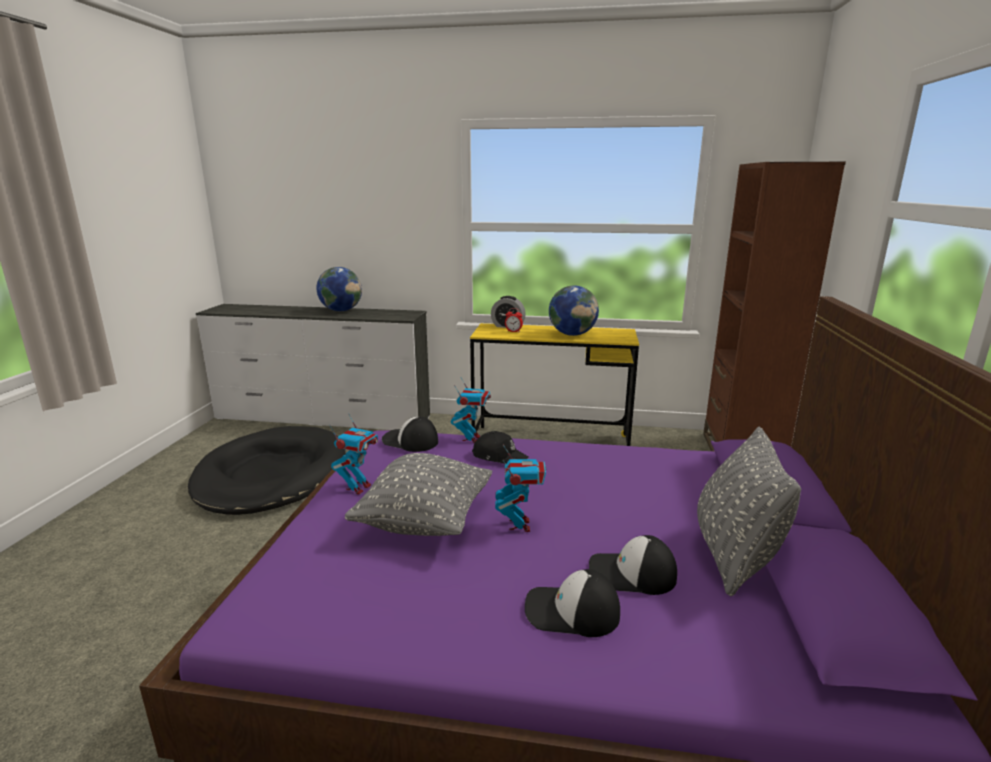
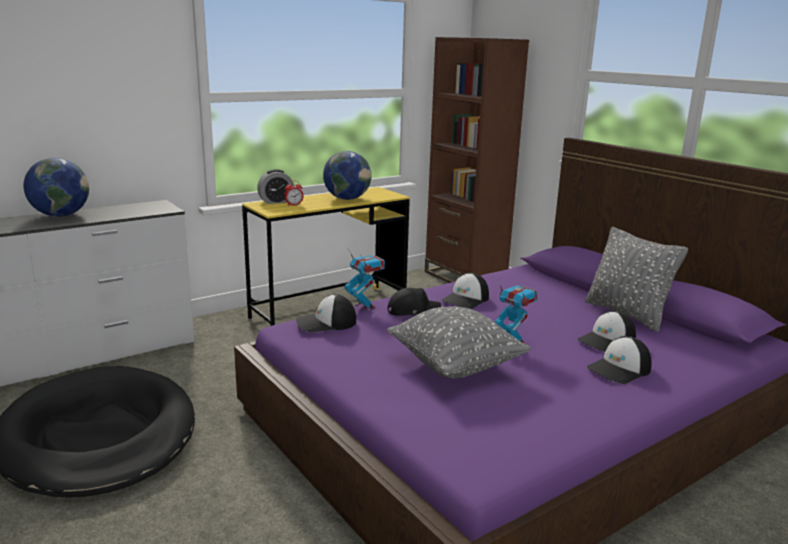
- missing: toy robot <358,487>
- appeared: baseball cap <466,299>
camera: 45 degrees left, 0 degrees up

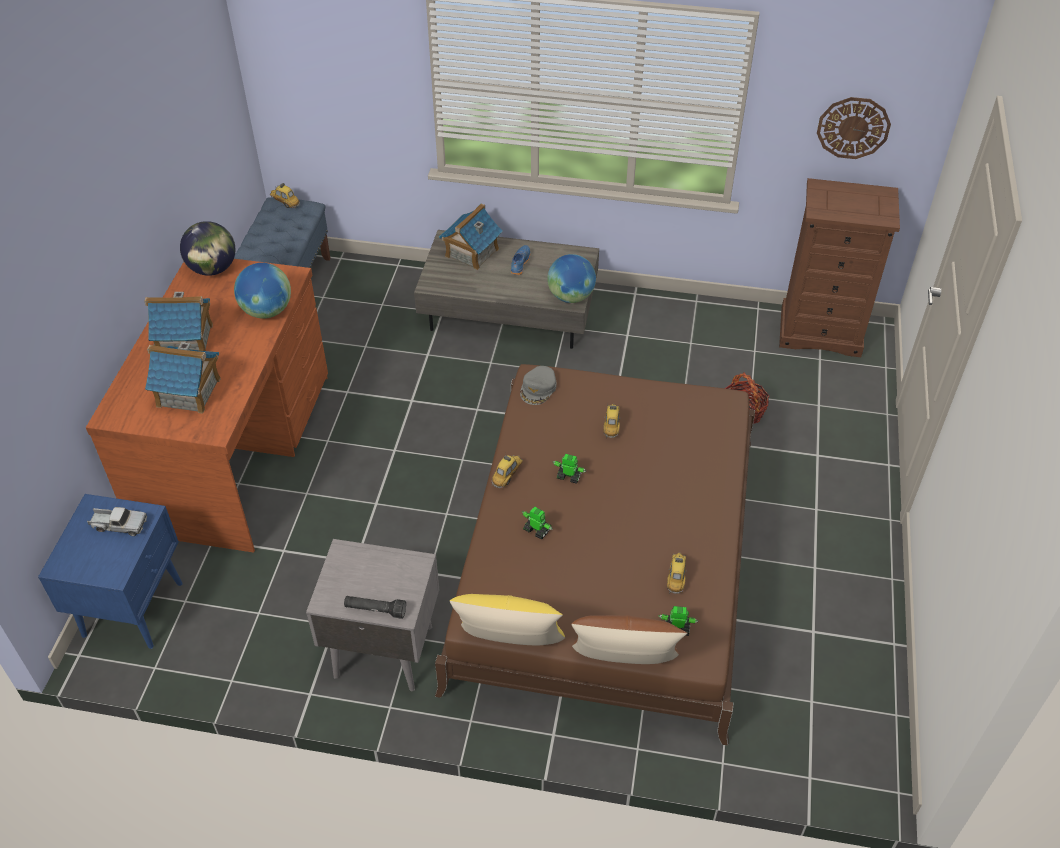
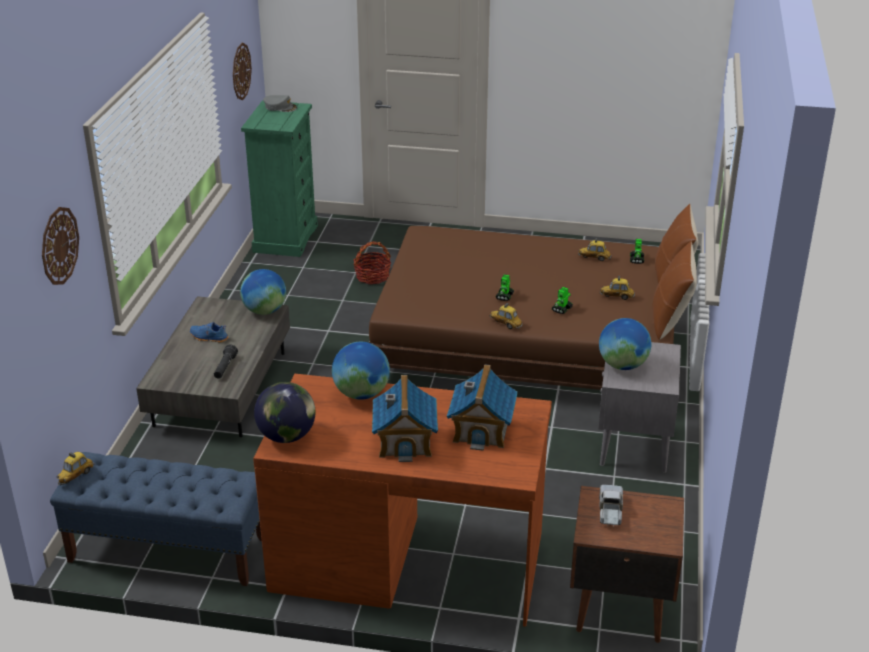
- colour: nightstand (bluish) <134,607> to nightstand (brownish) <618,608>
- relocated: hand torch (black) <375,610> to <225,368>
- missing: model house <471,253>
- colour: throw pillow (yellow) <510,645> to throw pillow (brownish) <670,320>
- relocated: baseball cap (grey) <538,388> to <280,107>
- relocated: miniature car <611,425> to <617,296>
- colour: dresser (brownish) <821,332> to dresser (greenish) <285,238>
- appeared: hanging clock <59,245>
- appeared: globe <622,365>
camera: 90 degrees left, 15 degrees down

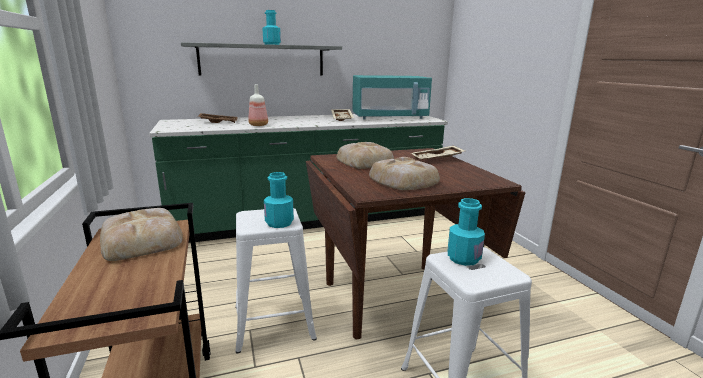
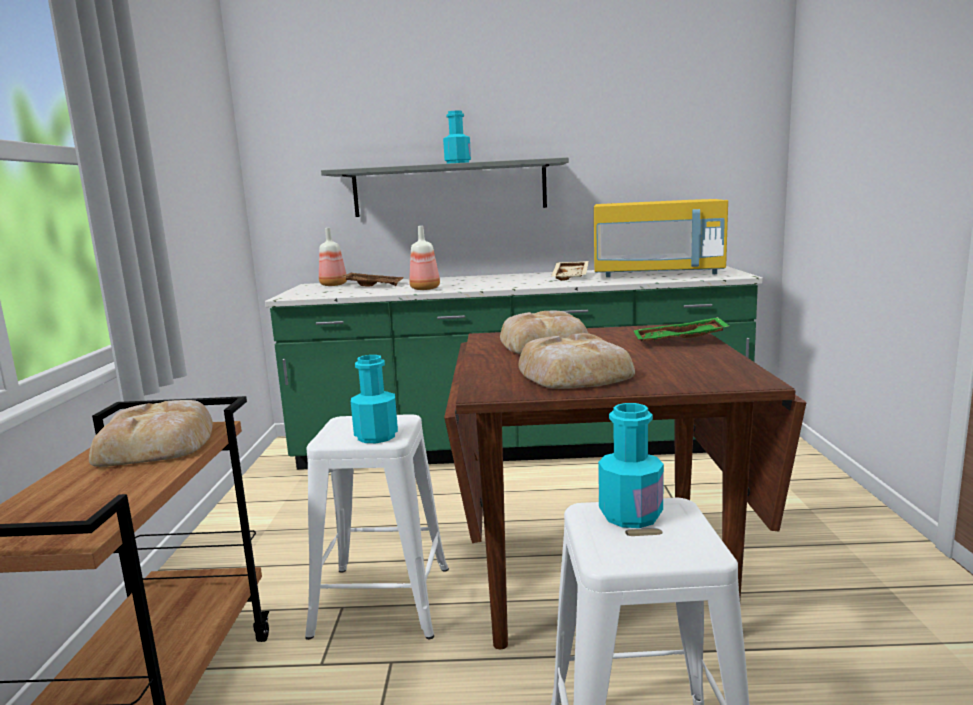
- colour: kitchen microwave (turquoise) <389,117> to kitchen microwave (yellow) <657,274>
- colour: tray (sand-coloured) <437,159> to tray (greenish) <679,341>
- appeared: drink bottle <333,285>
camera: 20 degrees right, 5 degrees down

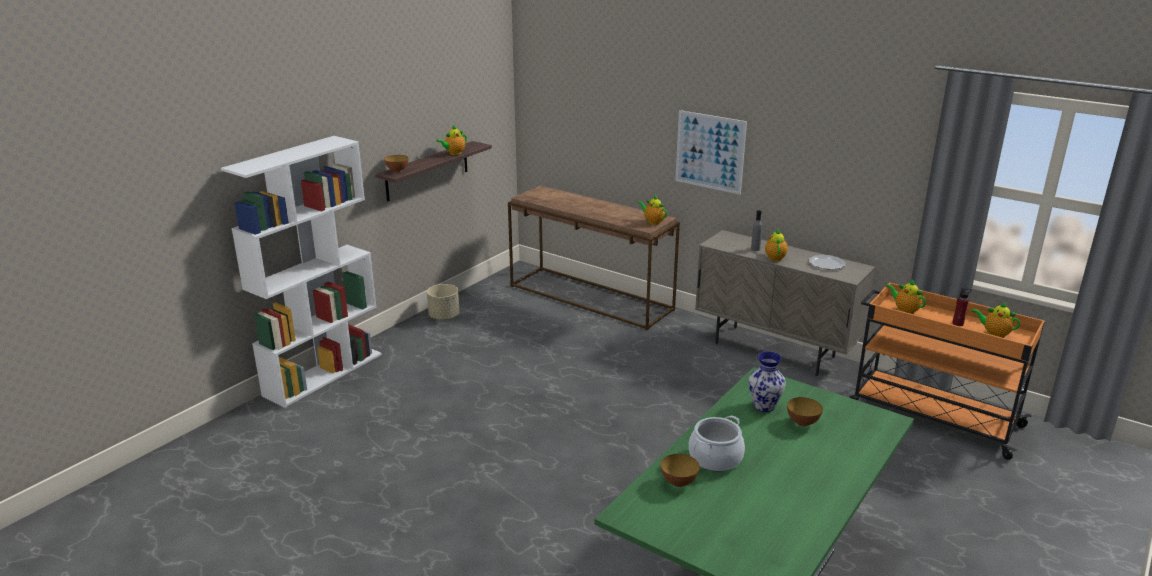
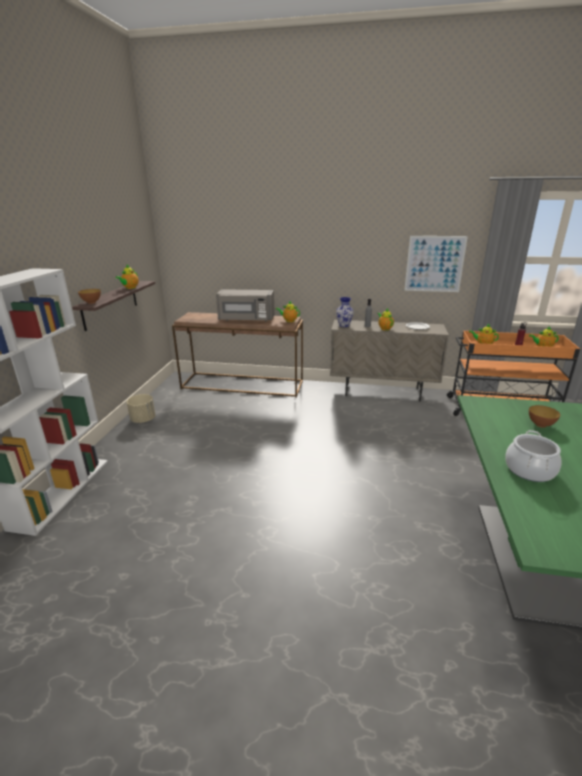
- missing: deep dish <679,482>
- relocated: picture <710,152> to <434,264>
- relocated: decorative vase <764,406> to <344,325>
- appeared: kitchen microwave (grey) <246,319>
camera: 25 degrees left, 0 degrees up

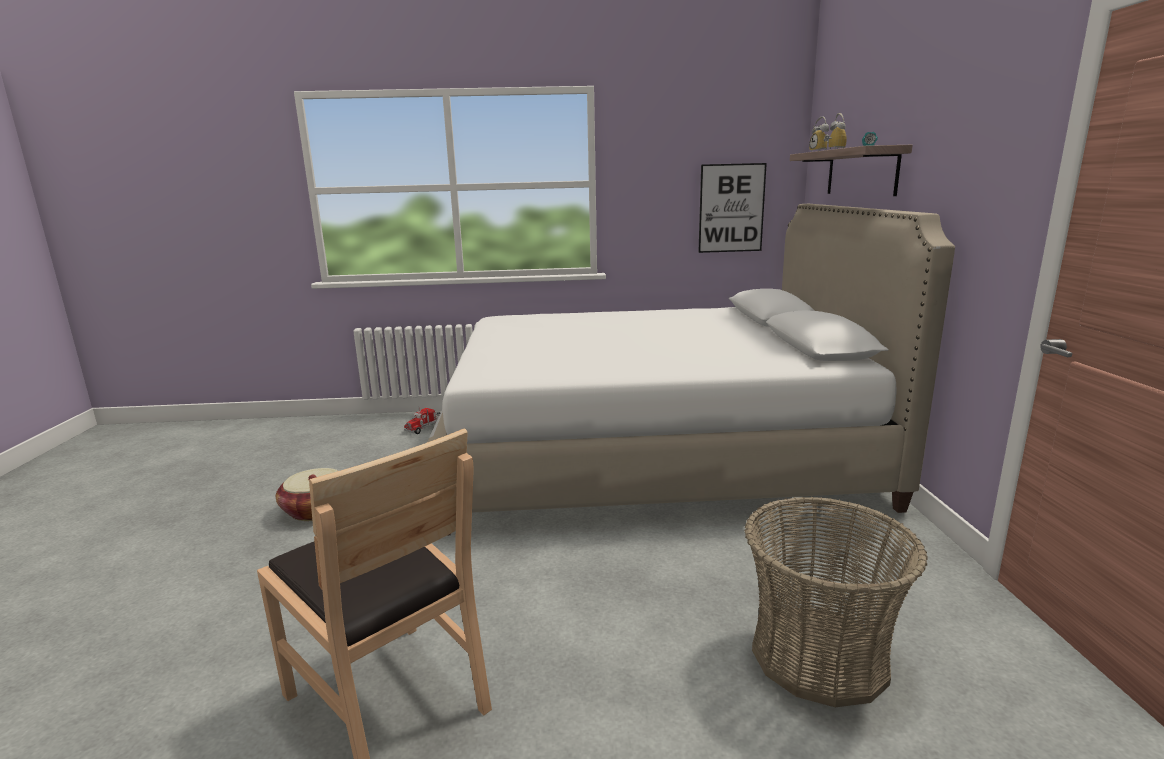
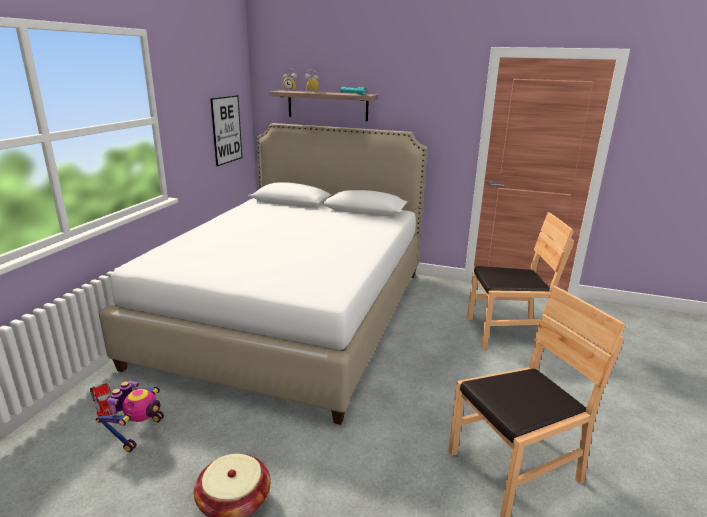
- exchanged: household basket <819,655> to chair (brownish) <507,332>
- appeared: toy robot <139,432>
camera: 70 degrees left, 5 degrees up

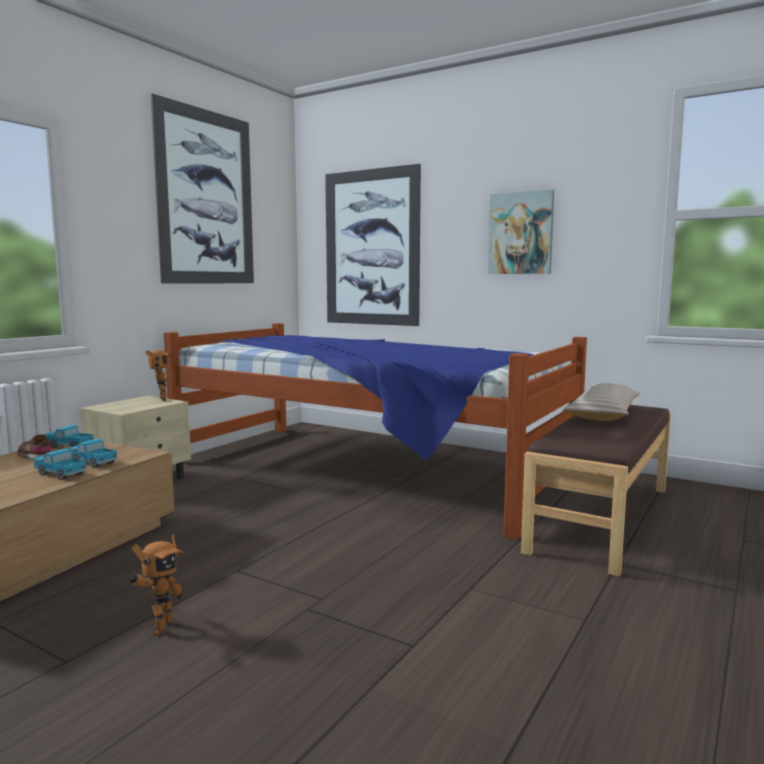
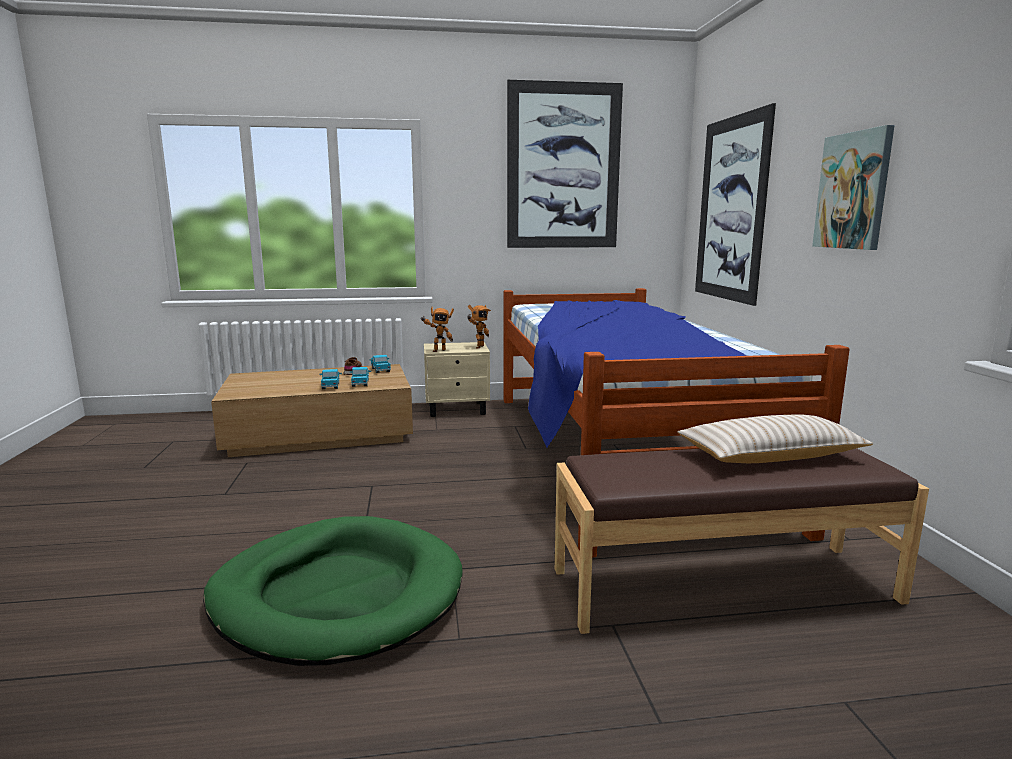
- relocated: toy robot <159,628> to <438,350>
- appeared: dog cushion (greenish) <337,595>
camera: 50 degrees right, 5 degrees up

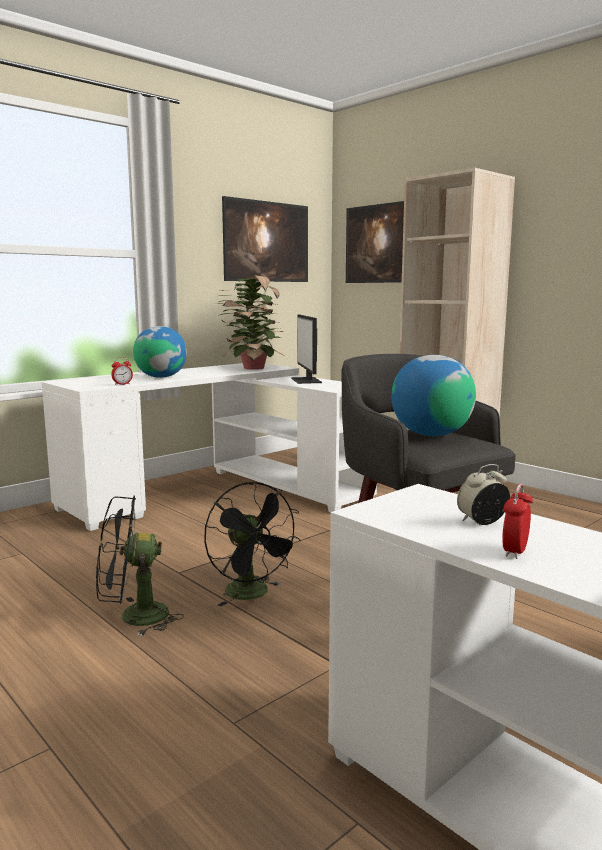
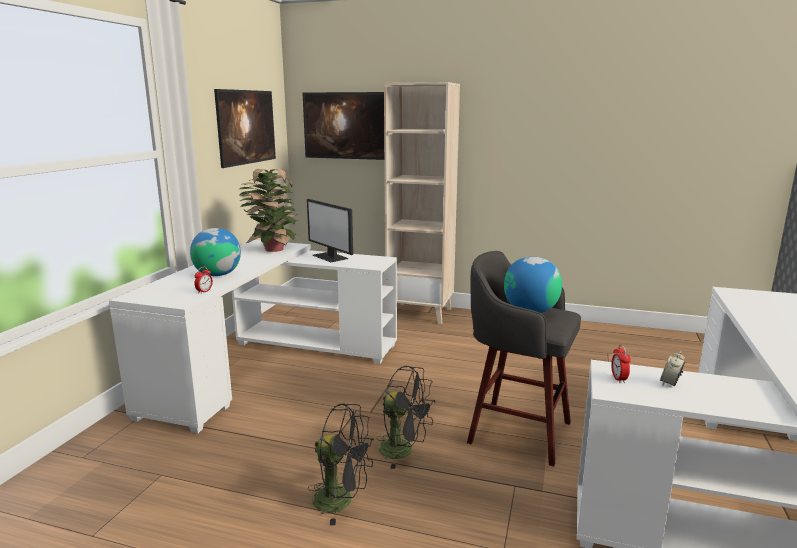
- spun: fan (black) <133,617> = <341,500> 120 degrees counterclockwise
- relocated: alarm clock <515,552> to <618,379>
camera: 30 degrees left, 5 degrees up

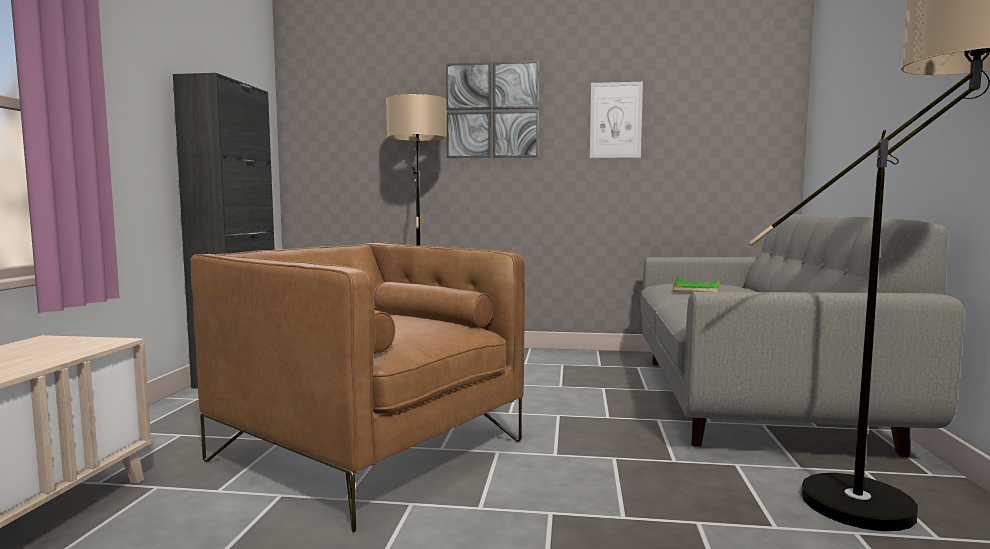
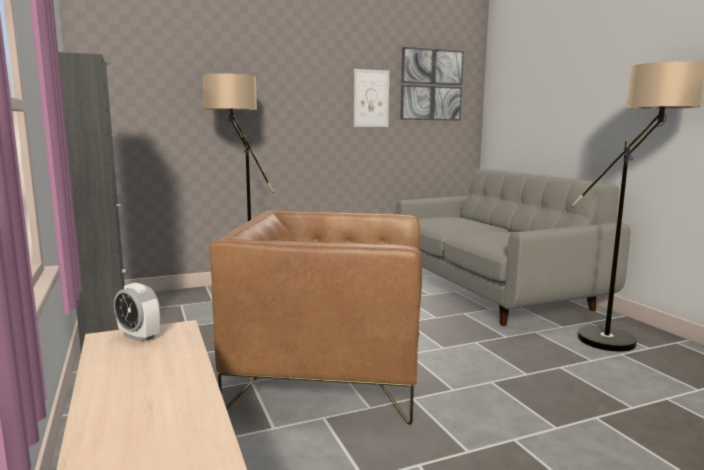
- relocated: picture <492,110> to <431,85>
- missing: tray (greenish) <696,288>
- appeared: alarm clock <139,336>
camera: 30 degrees left, 5 degrees up

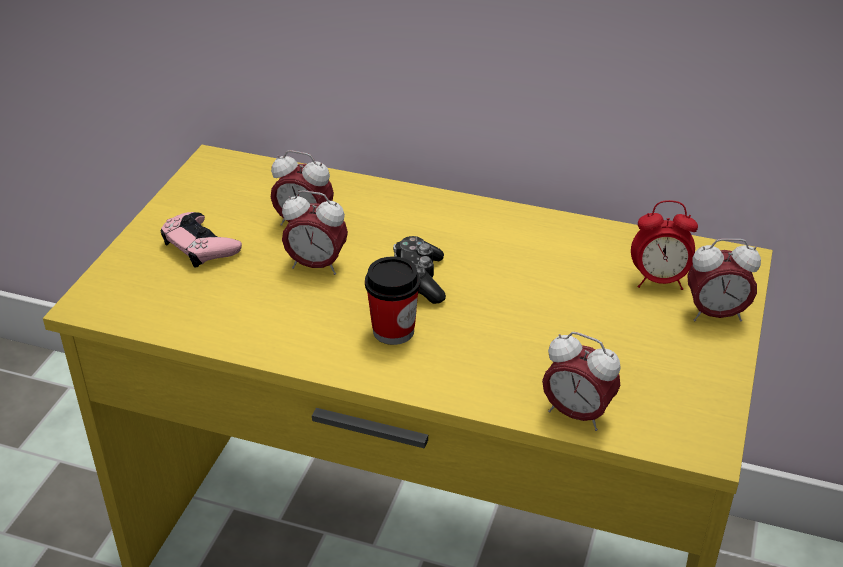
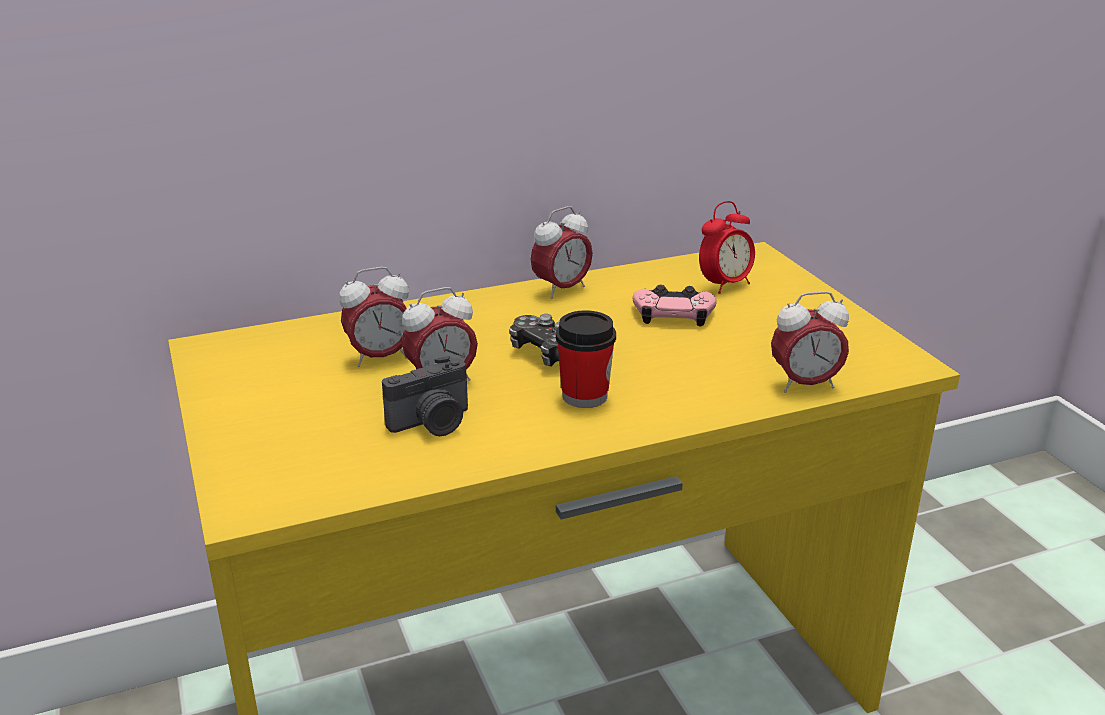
- relocated: gamepad (pinkish) <200,245> to <673,313>
- relocated: alarm clock <715,314> to <561,289>
- appeared: photo camera <433,423>
camera: 40 degrees left, 10 degrees down

